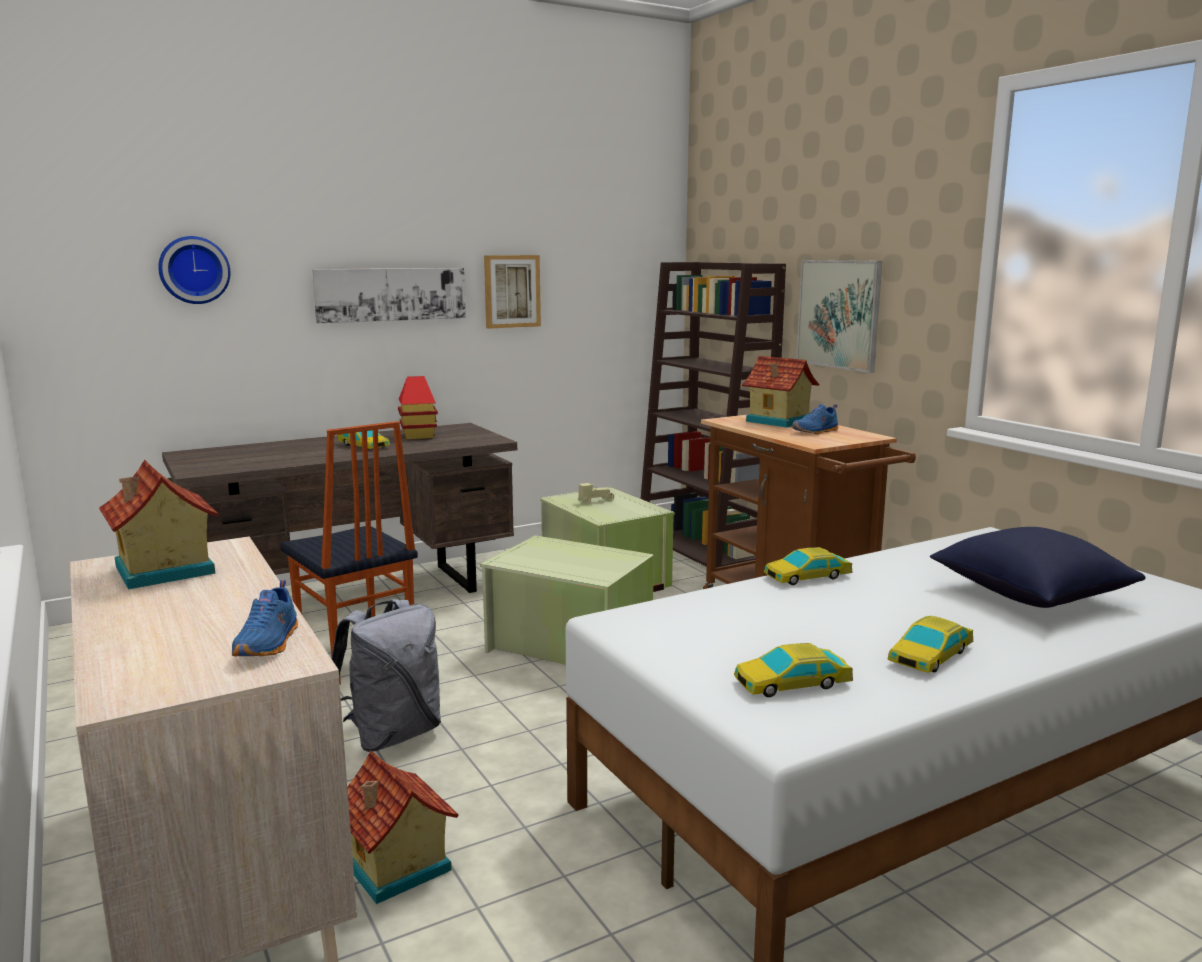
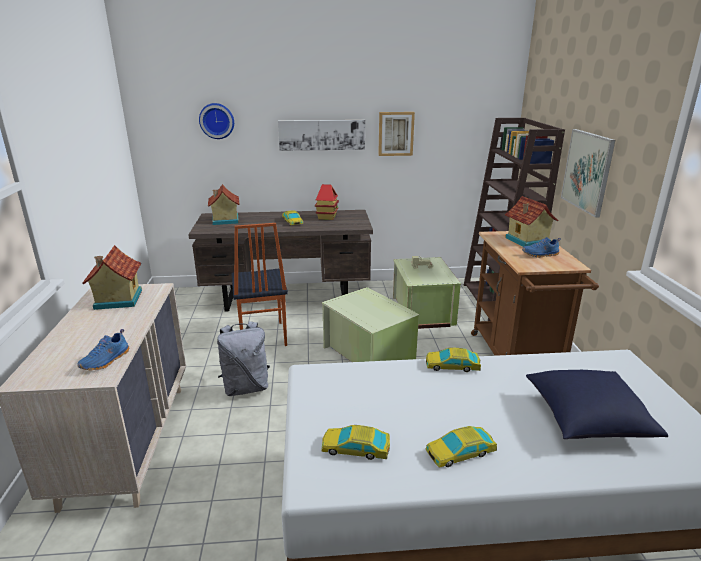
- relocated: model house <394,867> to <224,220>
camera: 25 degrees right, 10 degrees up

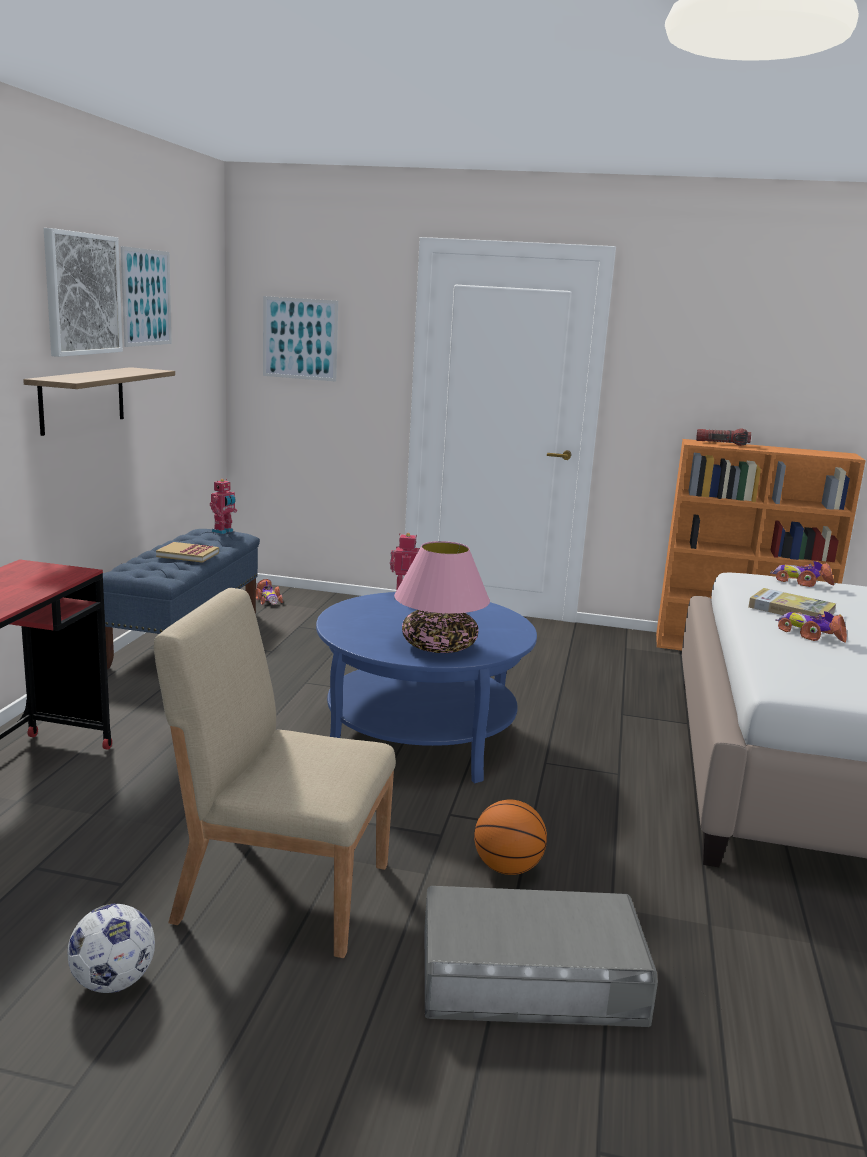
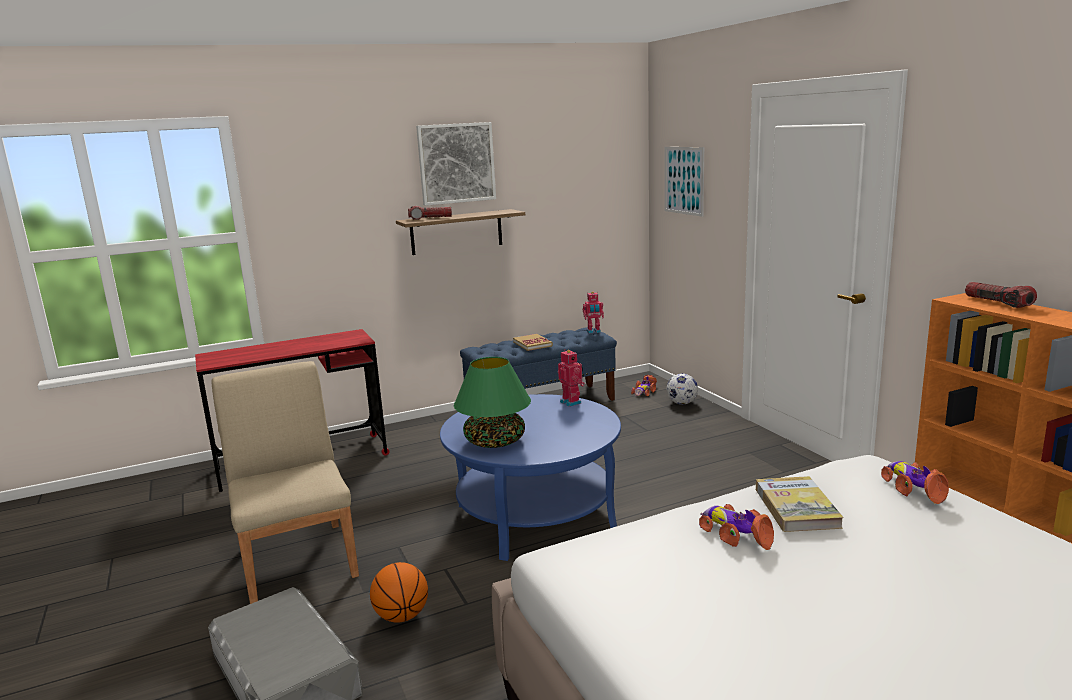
- relocated: football <113,982> to <681,403>
- missing: picture <146,297>
- colour: tabletop lamp (pinkish) <438,646> to tabletop lamp (greenish) <494,441>
- spun: miniature car <810,634> = <736,534> 45 degrees counterclockwise
- appeared: hand torch <430,218>
camera: 55 degrees right, 0 degrees up

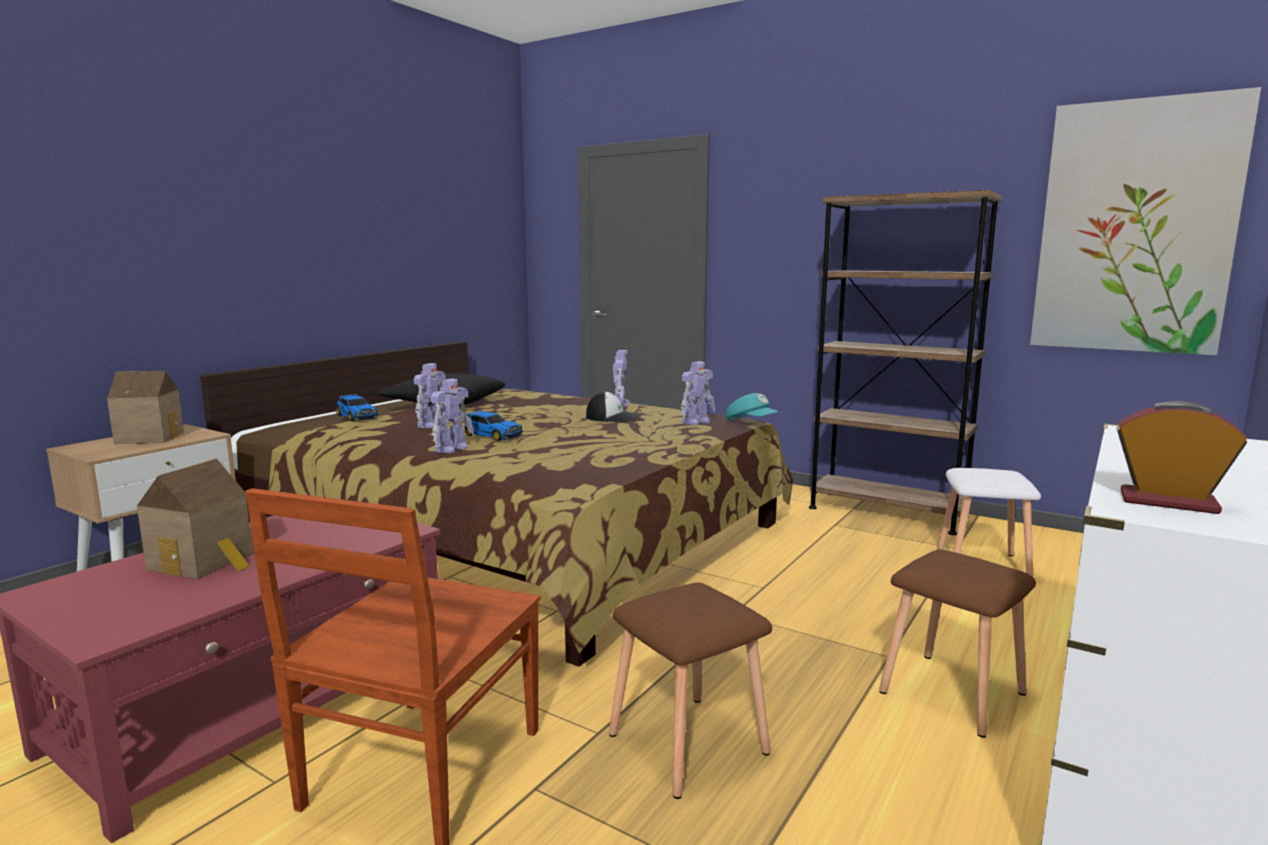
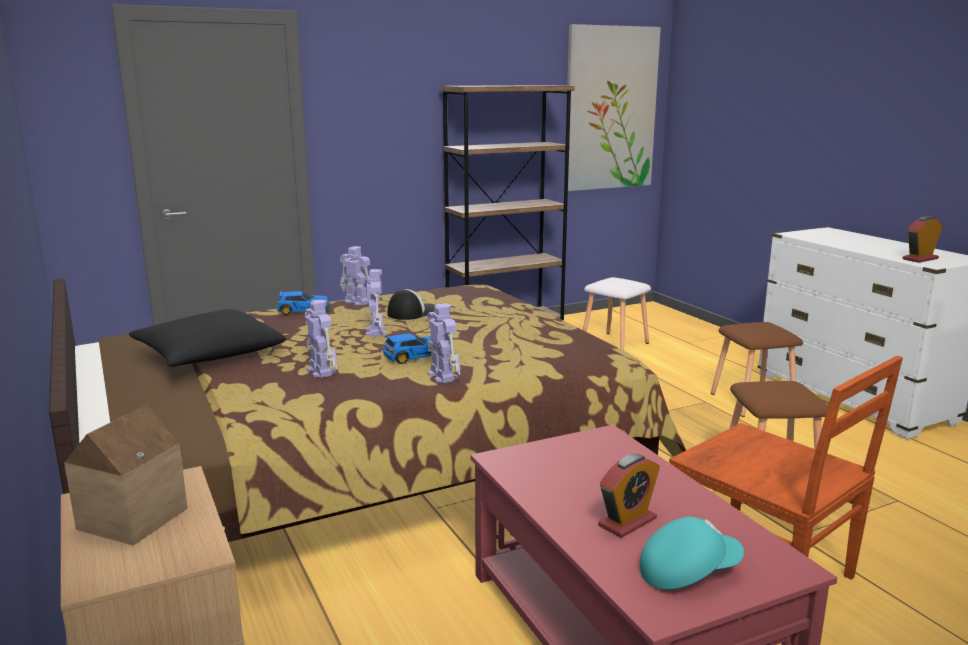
- exchanged: model house <205,562> to alarm clock <627,522>
- relocated: miniature car <357,416> to <302,310>
- relocated: toy robot <696,421> to <376,331>
- relocated: baseball cap (turquoise) <751,422> to <687,572>
camera: 60 degrees left, 5 degrees up

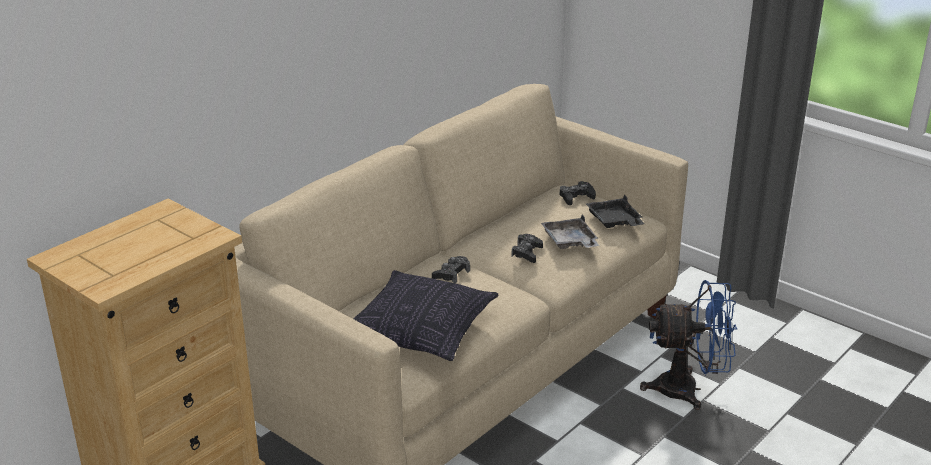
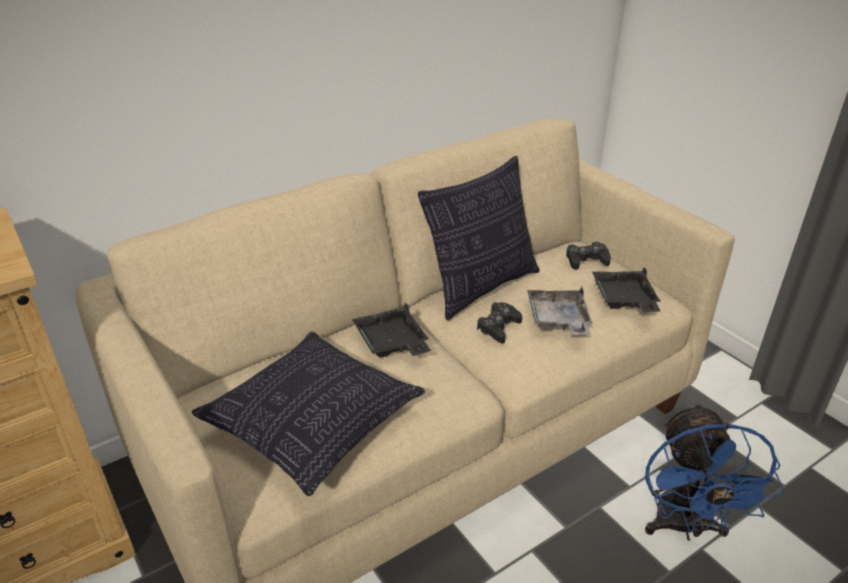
- exchanged: gamepad (black) <451,274> to tray (black) <392,343>
- spun: fan (bluish) <688,389> = <684,527> 75 degrees clockwise
- appeared: throw pillow <481,287>
camera: 15 degrees right, 5 degrees up

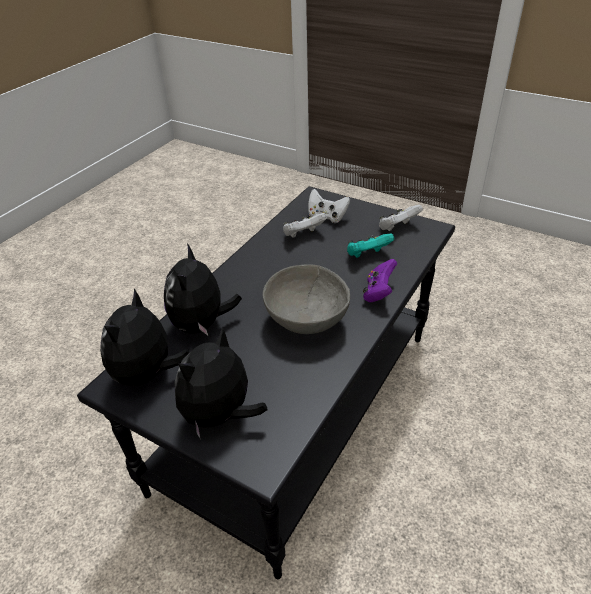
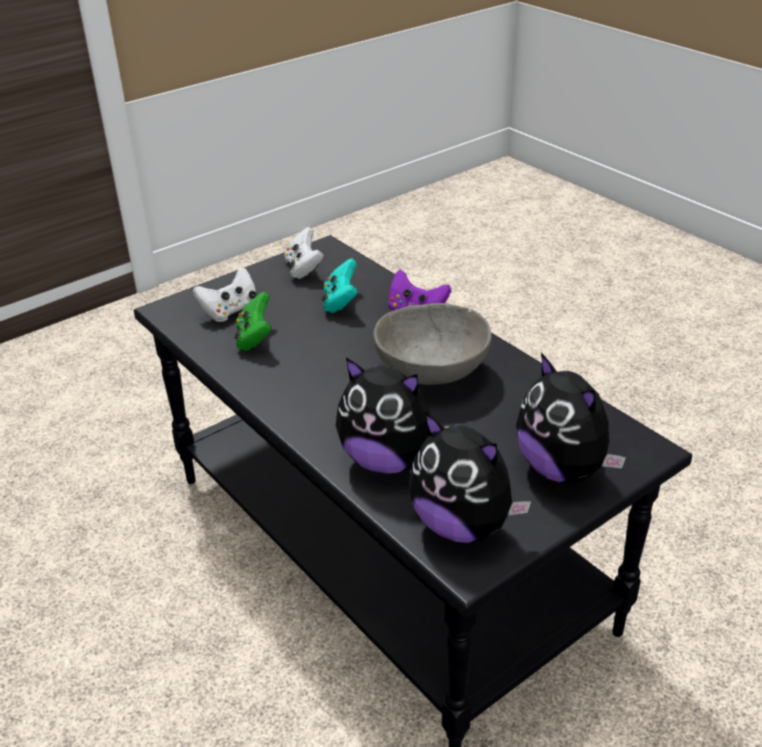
- colour: gamepad (white-coloured) <303,235> to gamepad (greenish) <254,338>
camera: 70 degrees left, 5 degrees down

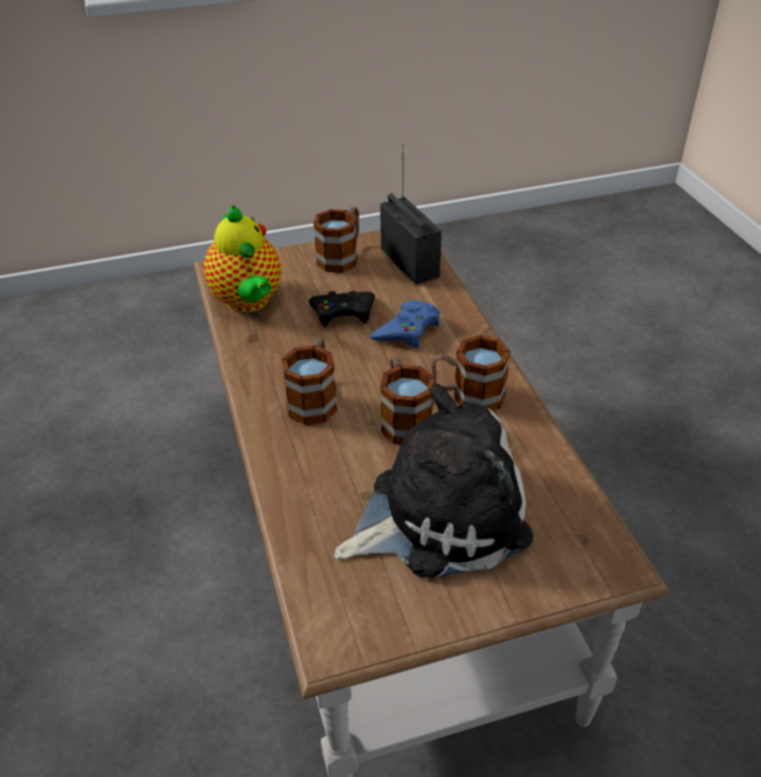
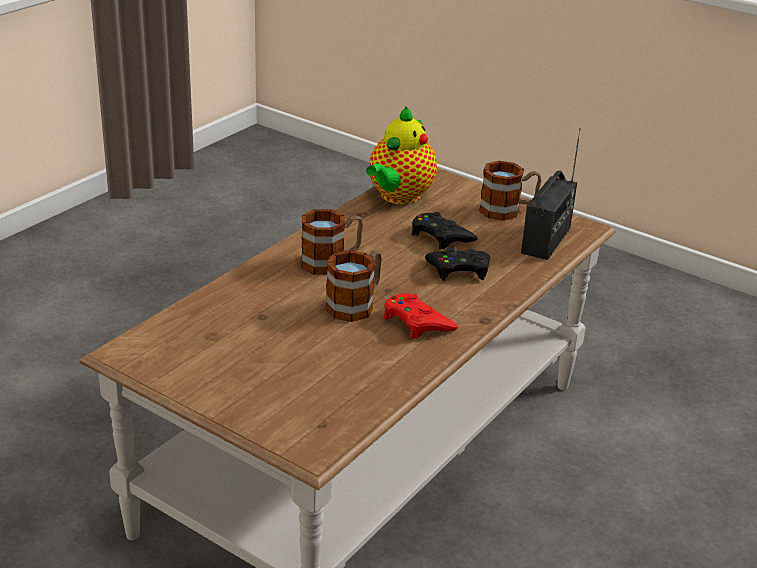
- missing: soft toy <438,514>
- colour: gamepad (bluish) <407,330> to gamepad (black) <459,270>
- exchanged: tea mug <467,396> to gamepad (red-coloured) <416,322>
camera: 50 degrees right, 10 degrees down

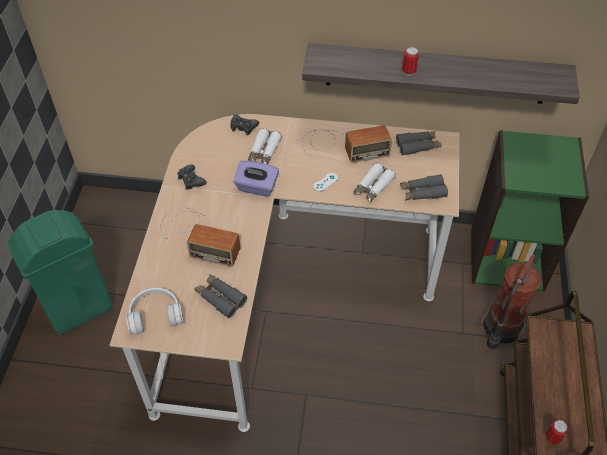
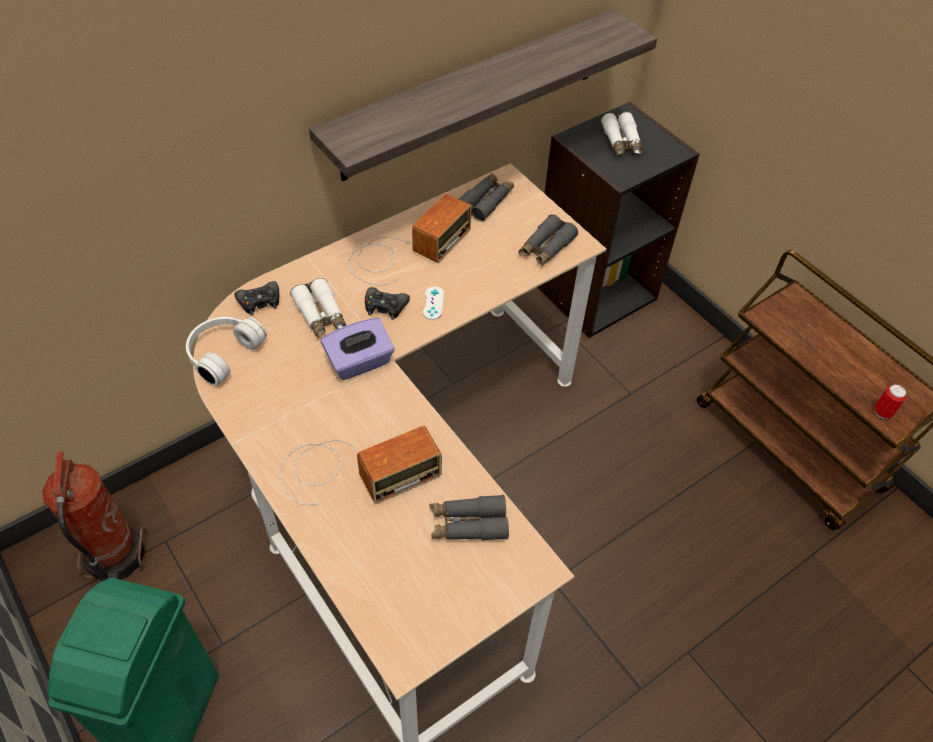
- relocated: pair of headphones (white-coloured) <155,314> to <222,353>
- relocated: gamepad (black) <191,180> to <385,306>
- relocated: pair of binoculars (white-coloured) <373,187> to <621,141>
- missing: can <409,72>
- colour: bookshelf (greenish) <507,258> to bookshelf (black) <593,290>
- relocated: fire-fighting cylinder <500,329> to <114,560>
camera: 45 degrees left, 0 degrees up

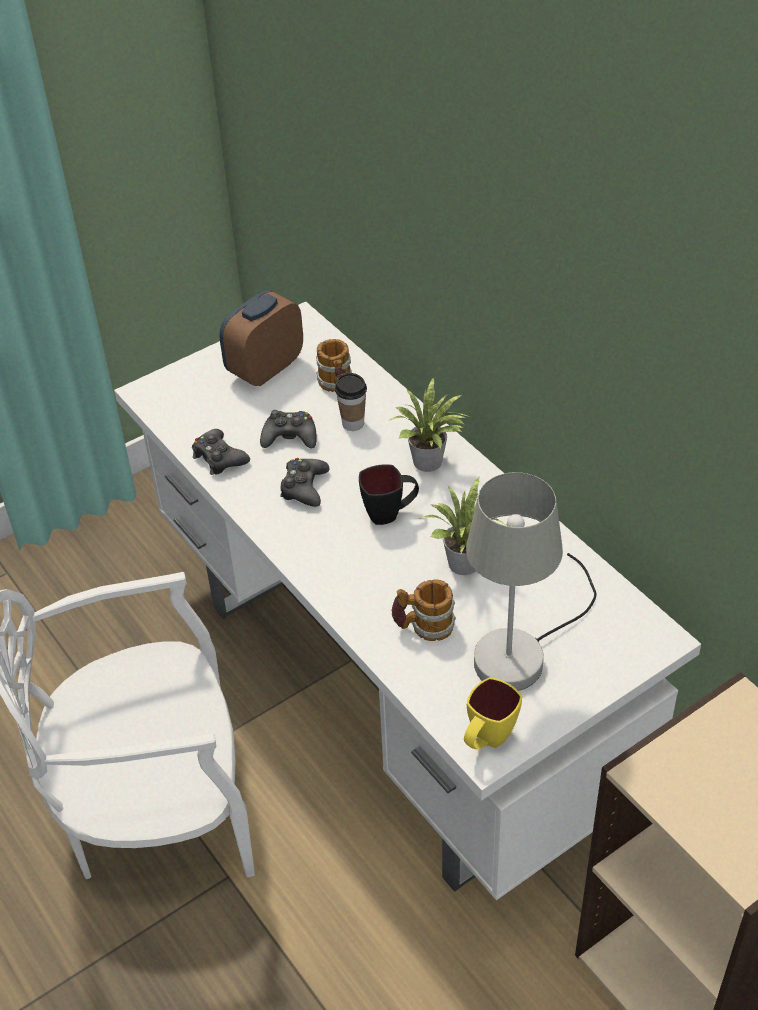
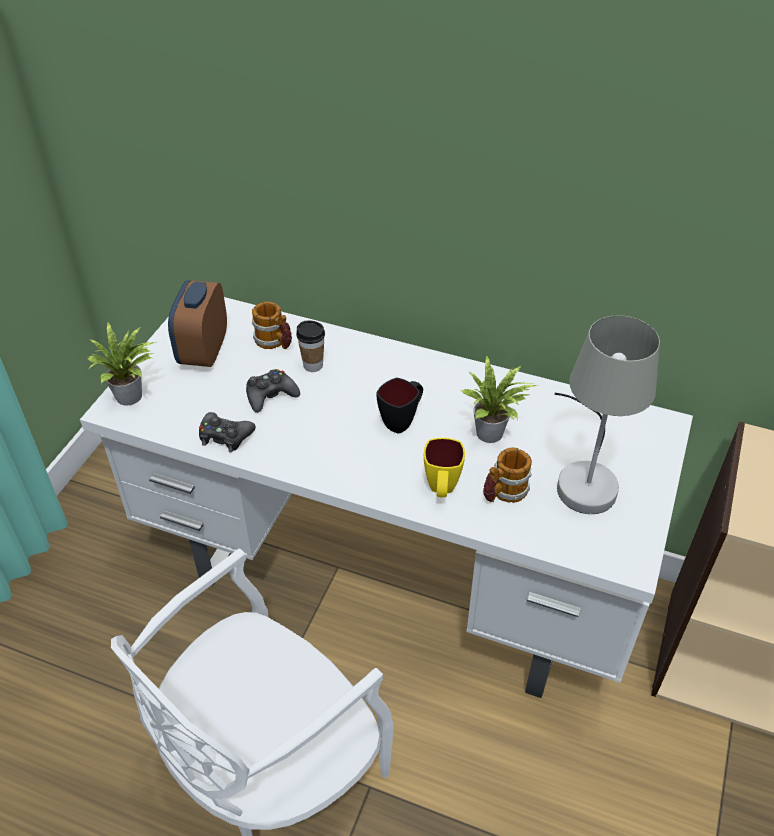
- missing: gamepad (black) <304,487>
- relocated: houseplant <430,464> to <132,397>
- relocated: tea mug (yellow) <487,740> to <441,490>
camera: 35 degrees left, 0 degrees up

